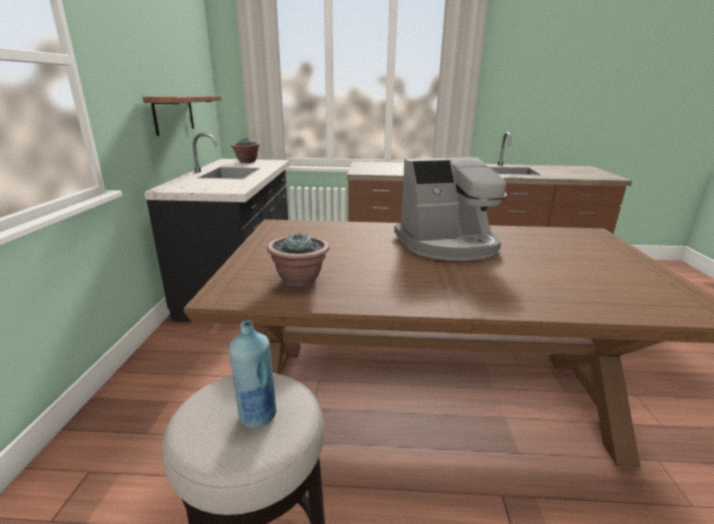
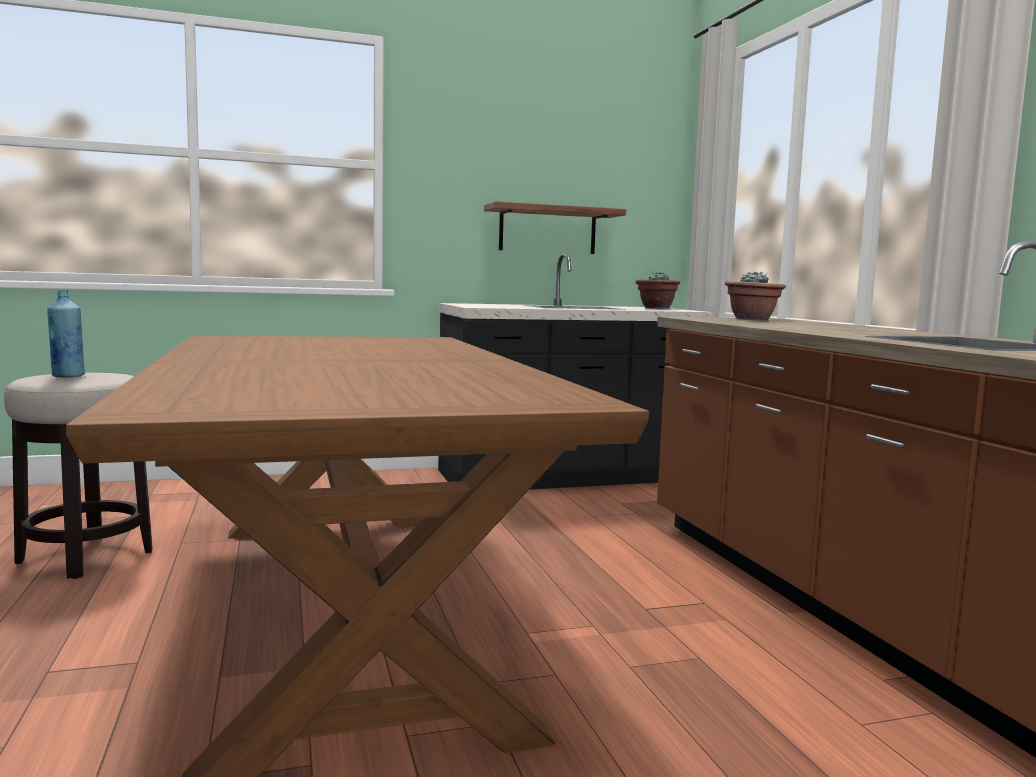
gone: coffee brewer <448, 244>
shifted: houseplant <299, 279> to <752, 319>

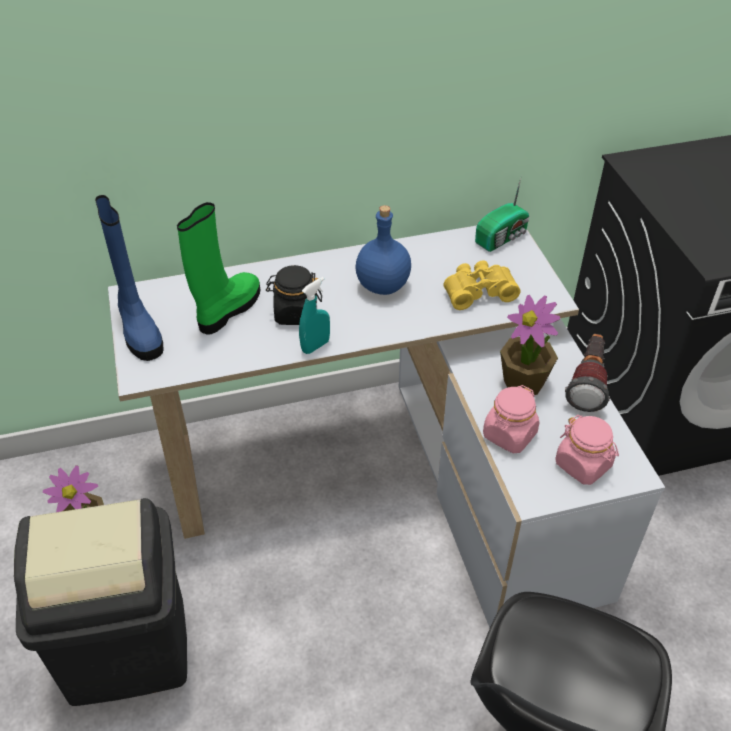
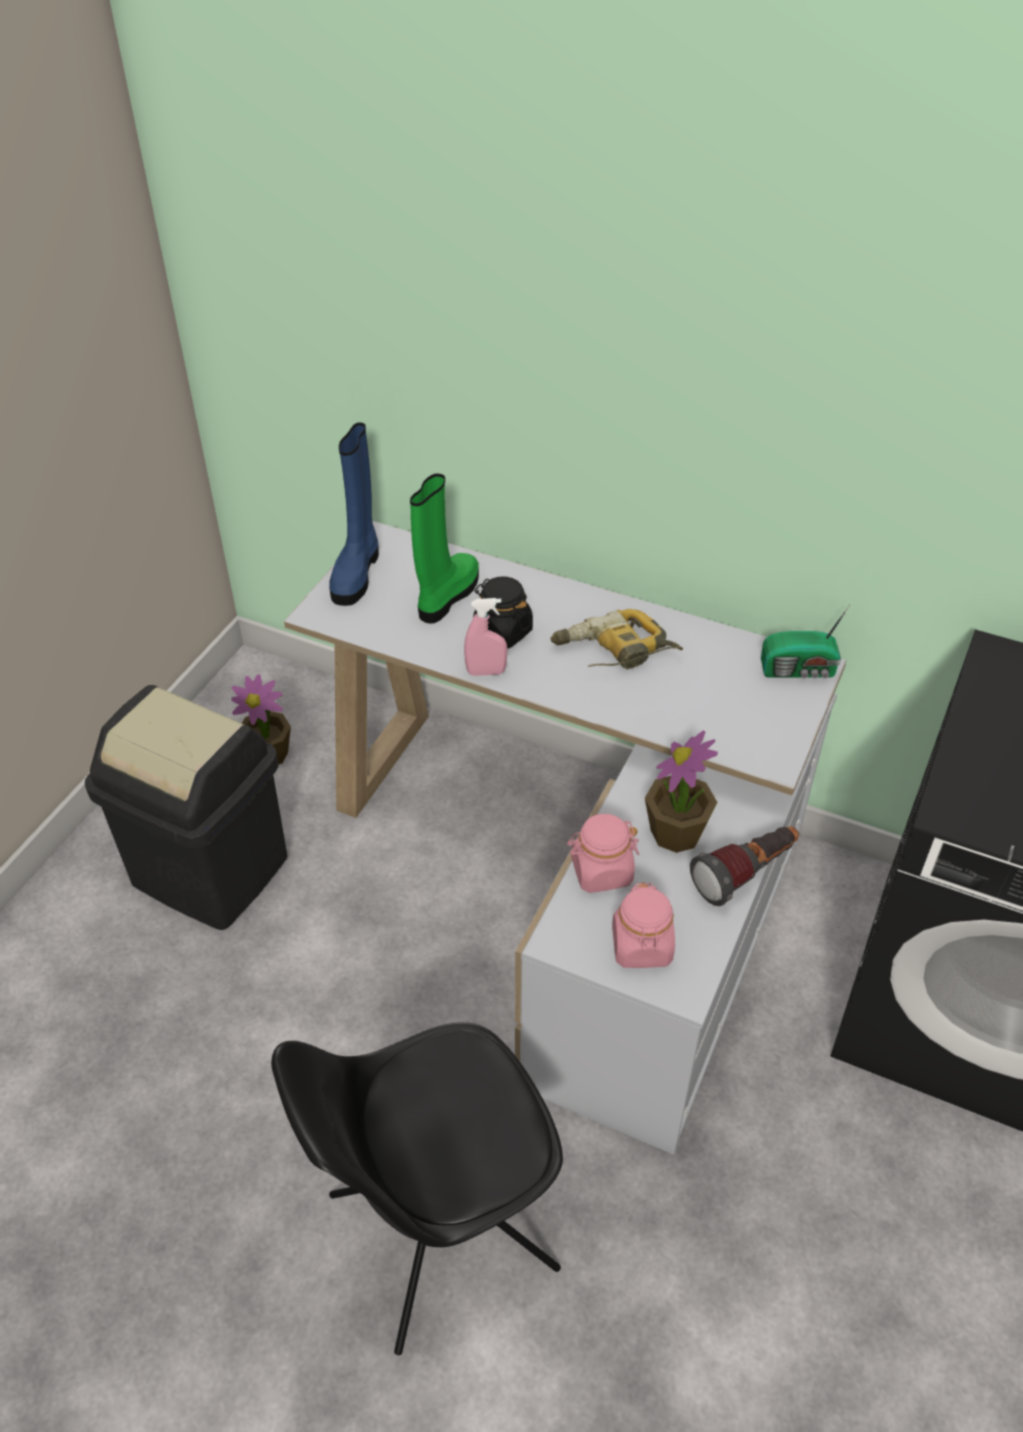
gone: yellow field glasses <478, 291>
swapped: bluish drink bottle <383, 286> to power drill <614, 652>
repainted: turquoise-coloured spray bottle <315, 346> to pinkish spray bottle <486, 672>
rotated: green-coloured high-top boot <228, 310> = <447, 596> 45 degrees counterclockwise

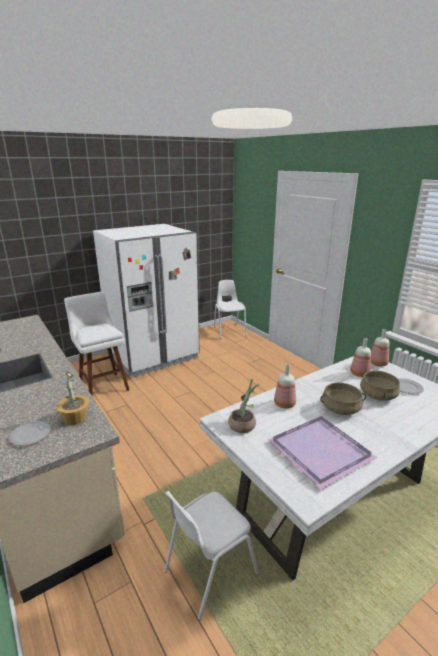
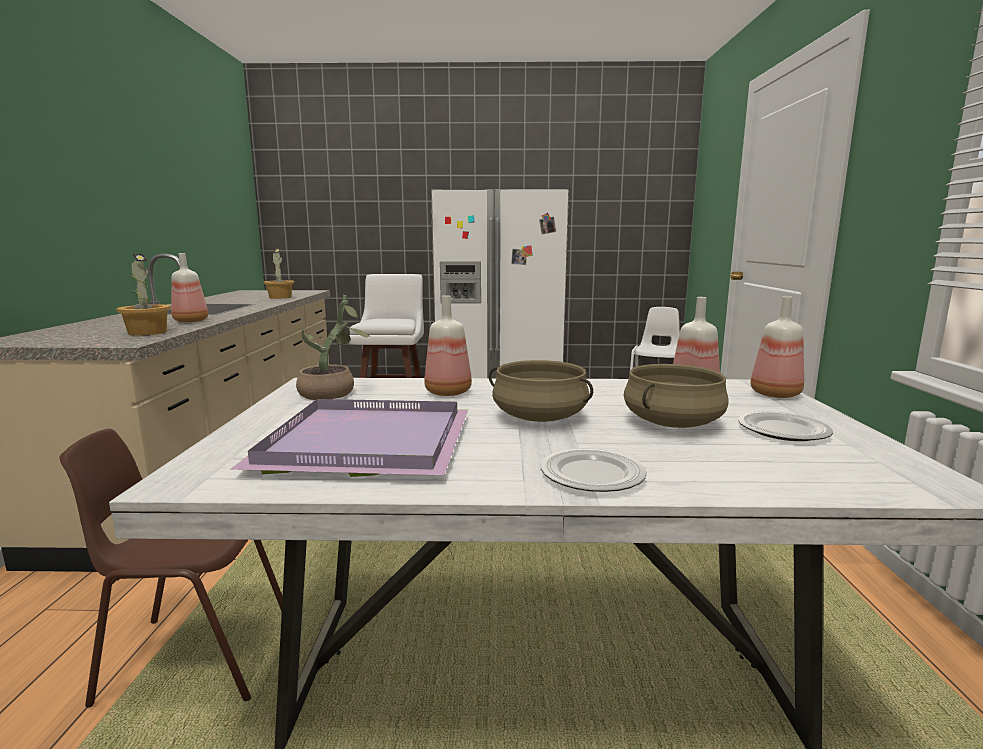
new: drink bottle <191, 321>; houseplant <280, 297>
shifted: dinner plate <30, 435> to <591, 475>
repainted: white-coloured chair <209, 571> to brown-coloured chair <195, 655>

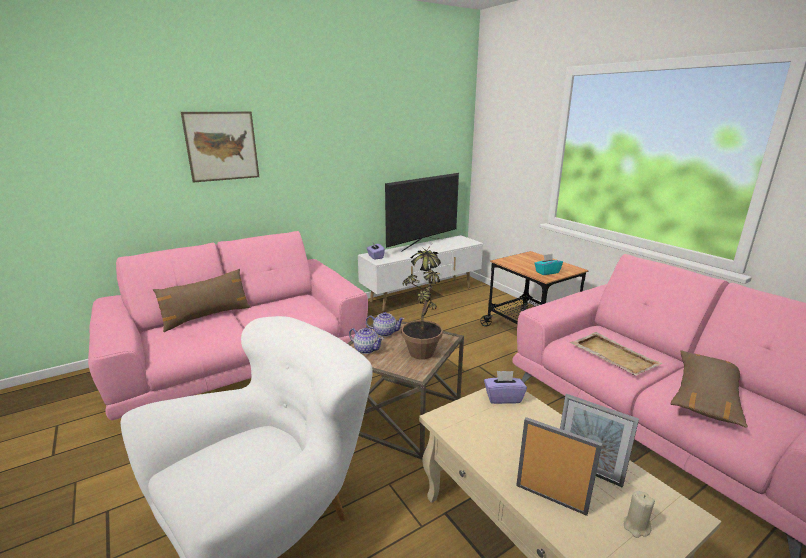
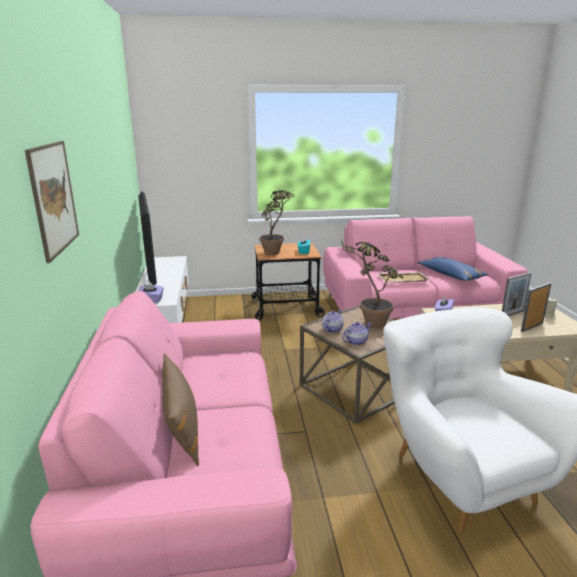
new: houseplant <276, 251>
repainted: brown-coloured throw pillow <706, 395> to bluish throw pillow <450, 275>

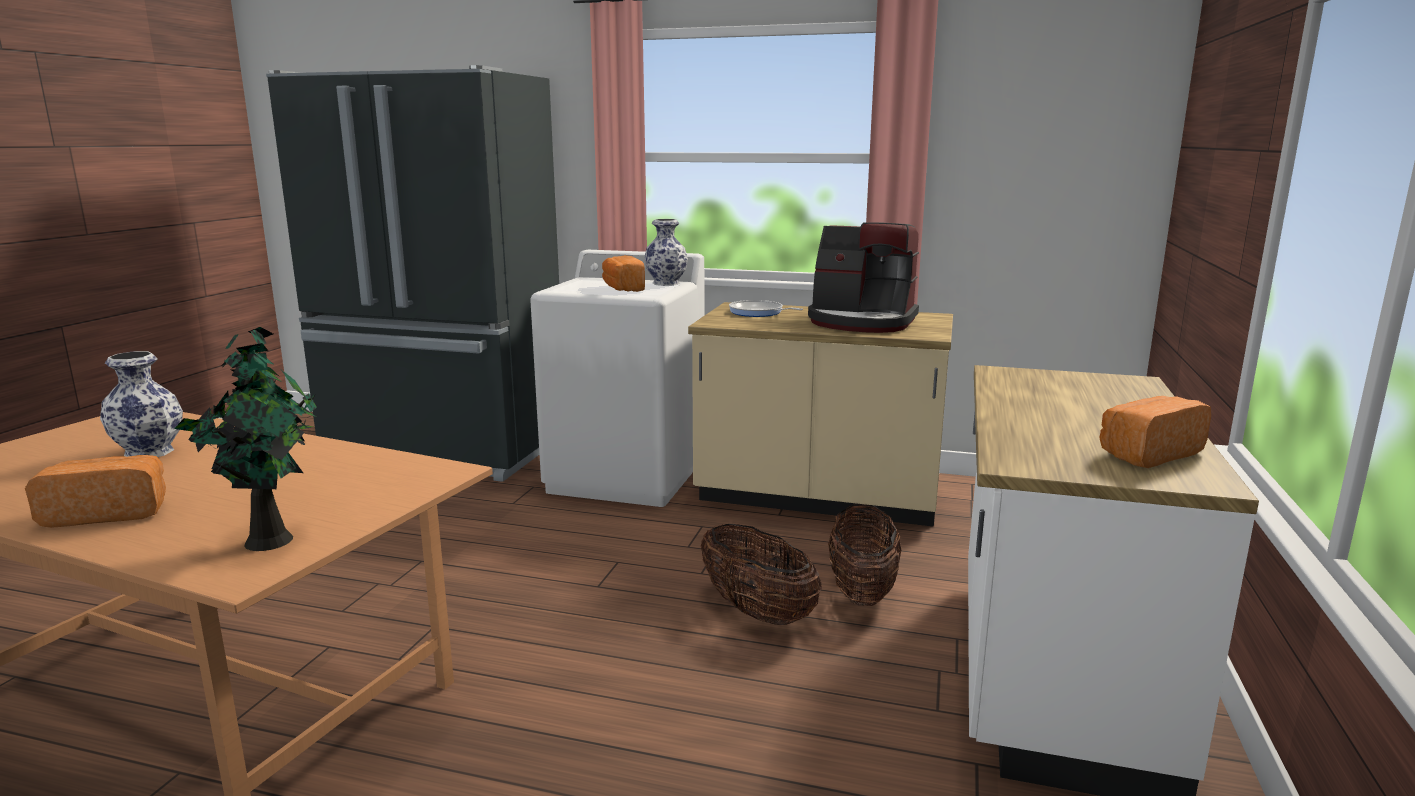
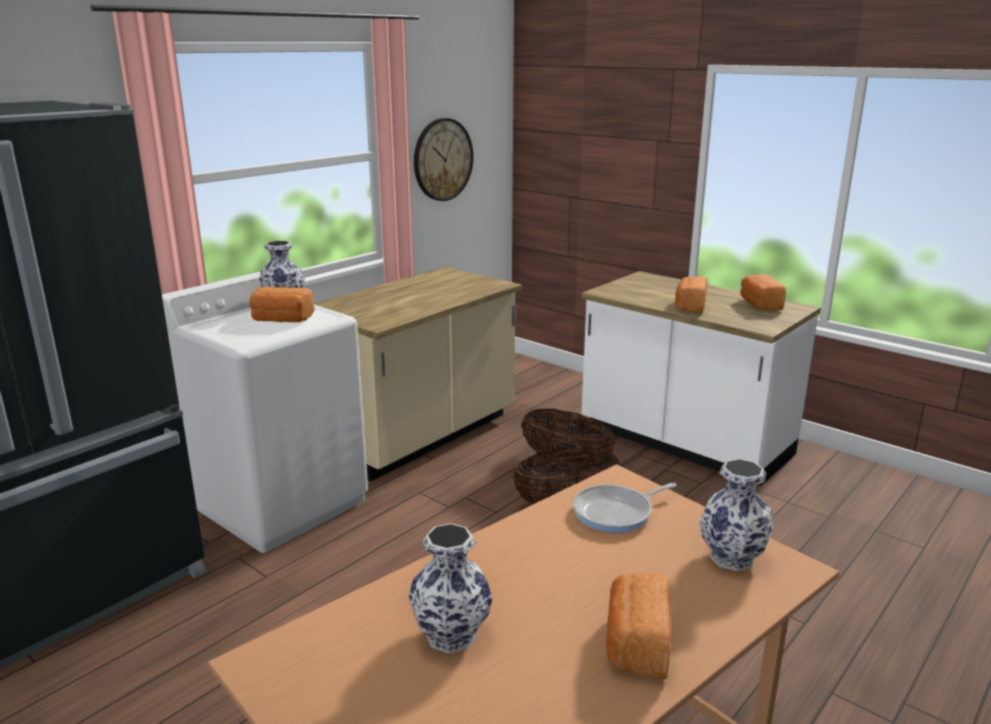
gone: coffee brewer <862, 322>
new: clock on the wall <442, 159>; baked bread <689, 306>
shifted: skillet <758, 313> to <616, 513>
swapped: houseplant <270, 539> to flower vase <730, 557>

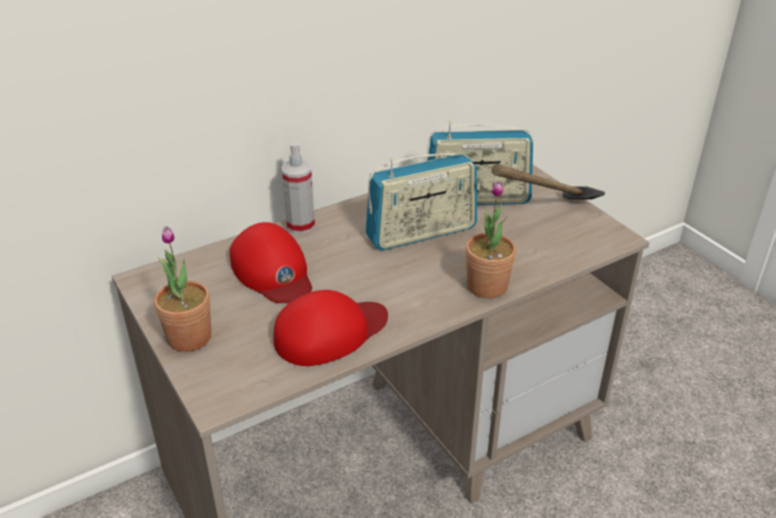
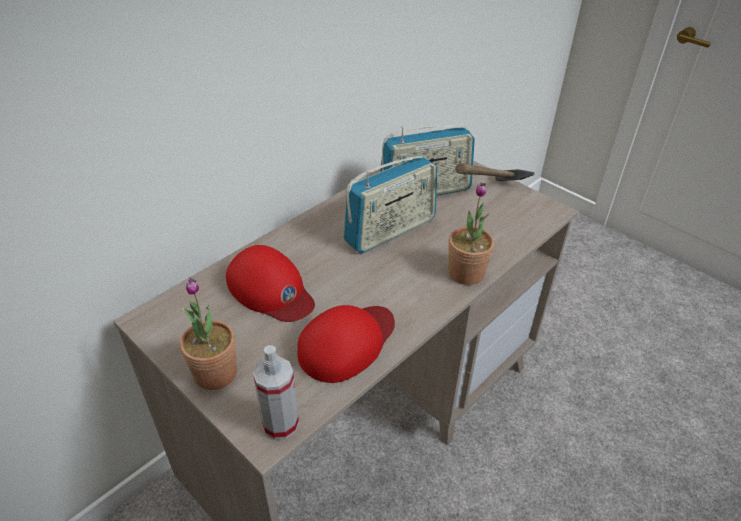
shifted: spray bottle <300, 225> to <280, 424>

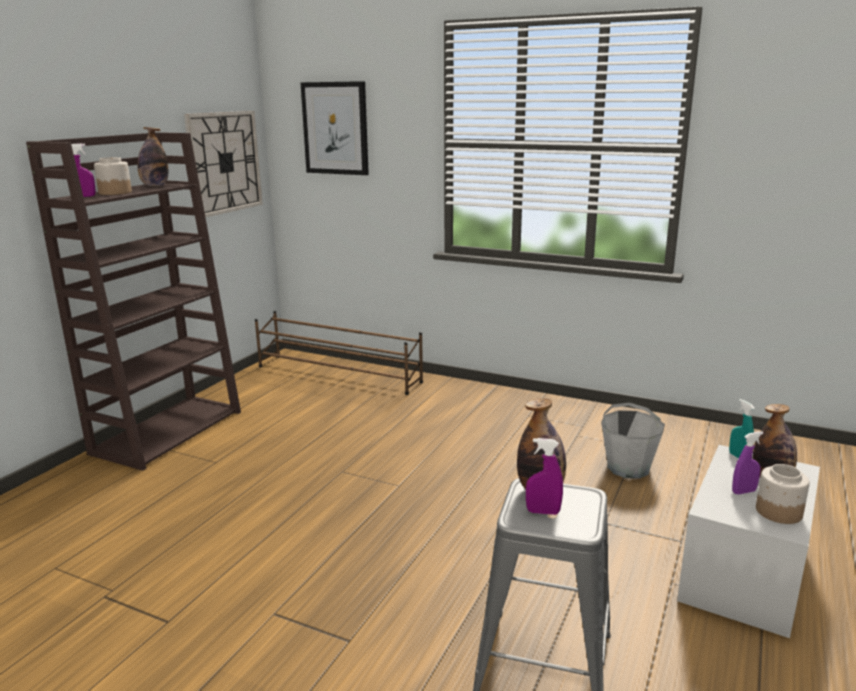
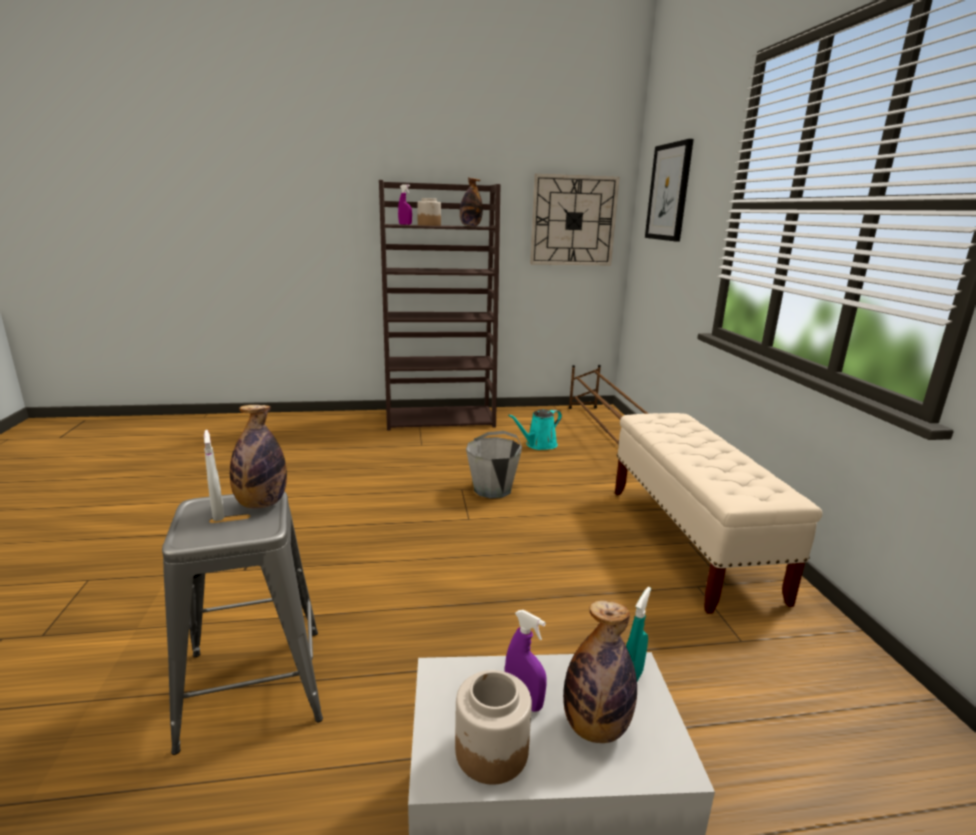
new: turquoise-coloured watering pot <539, 445>; sand-coloured long seat <690, 542>
shifted: greyish pail <628, 467> to <493, 489>
repainted: purple-coloured spray bottle <543, 512> to white-coloured spray bottle <218, 514>

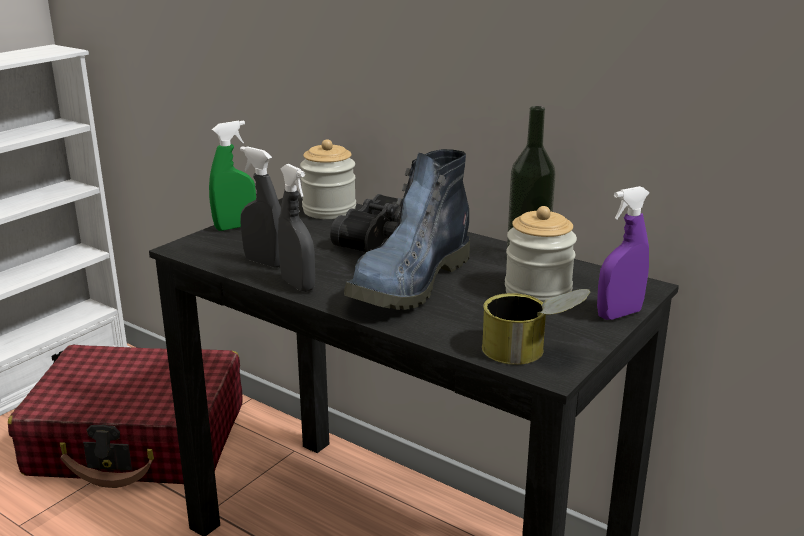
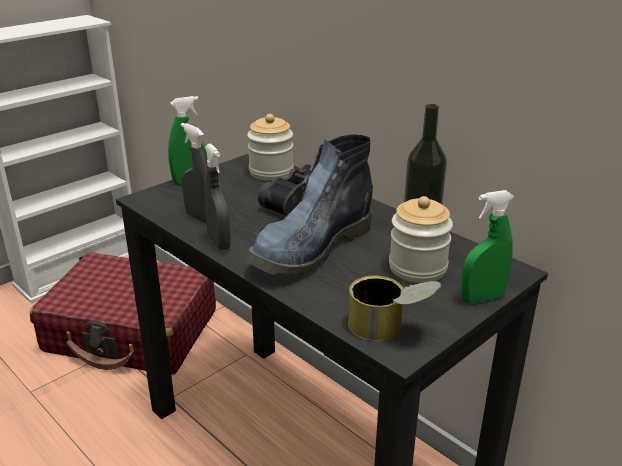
repainted: purple-coloured spray bottle <619, 314> to green-coloured spray bottle <482, 298>

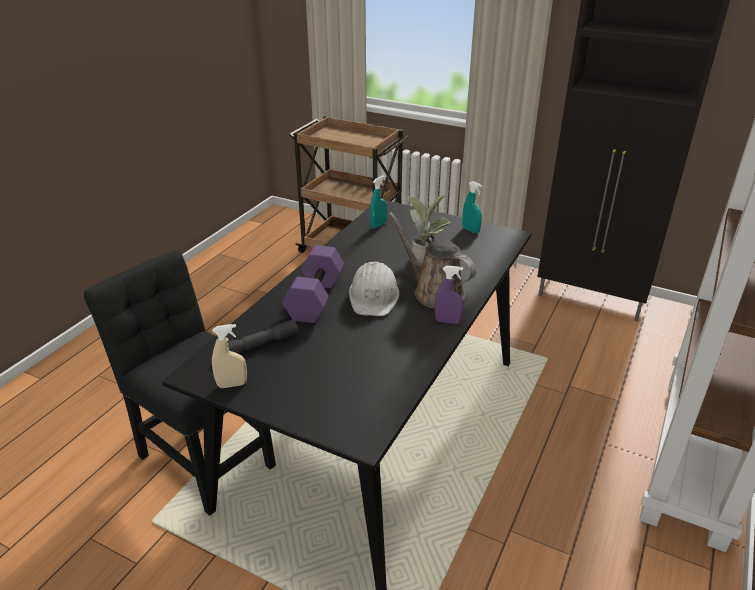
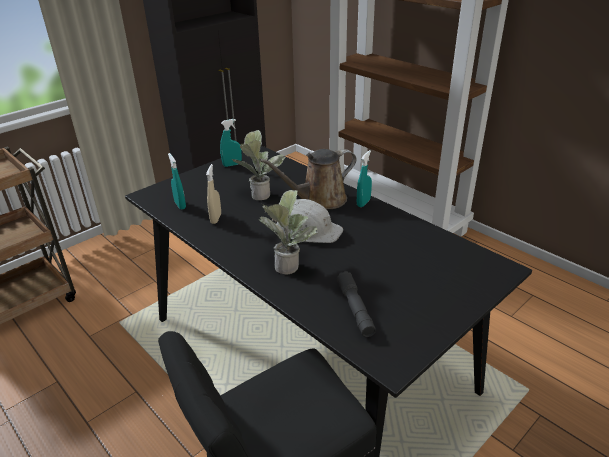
shifted: sand-coloured spray bottle <232, 384> to <216, 218>
swapped: purple-coloured hand weight <314, 297> to houseplant <289, 263>
repainted: purple-coloured spray bottle <448, 321> to turquoise-coloured spray bottle <363, 203>

